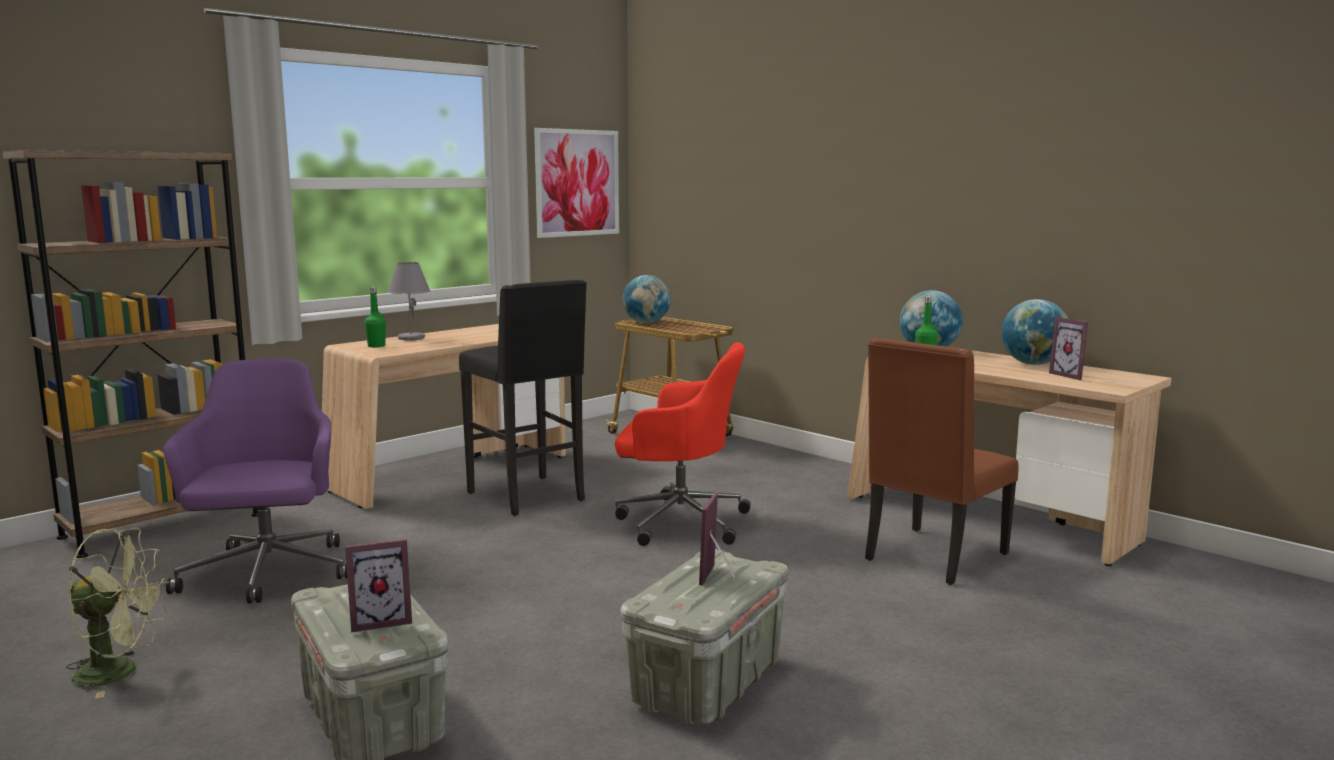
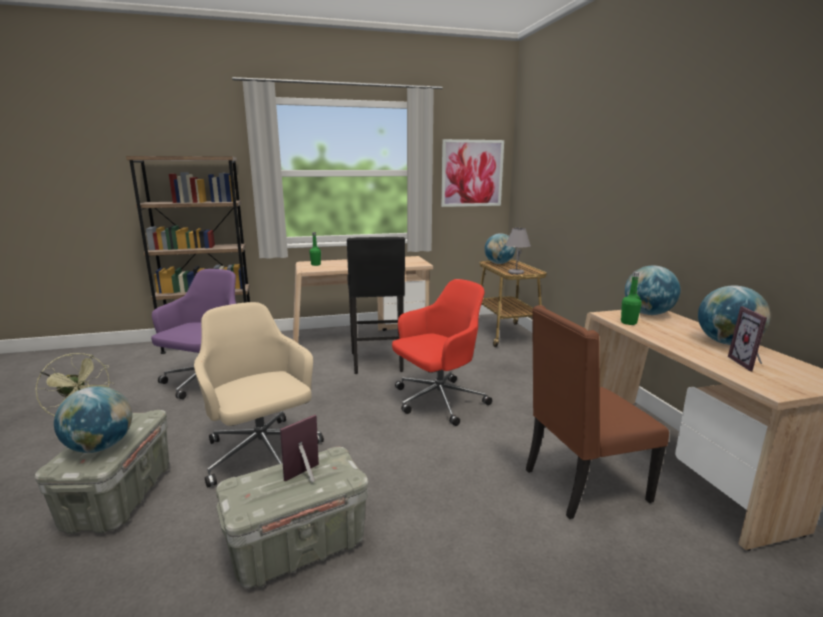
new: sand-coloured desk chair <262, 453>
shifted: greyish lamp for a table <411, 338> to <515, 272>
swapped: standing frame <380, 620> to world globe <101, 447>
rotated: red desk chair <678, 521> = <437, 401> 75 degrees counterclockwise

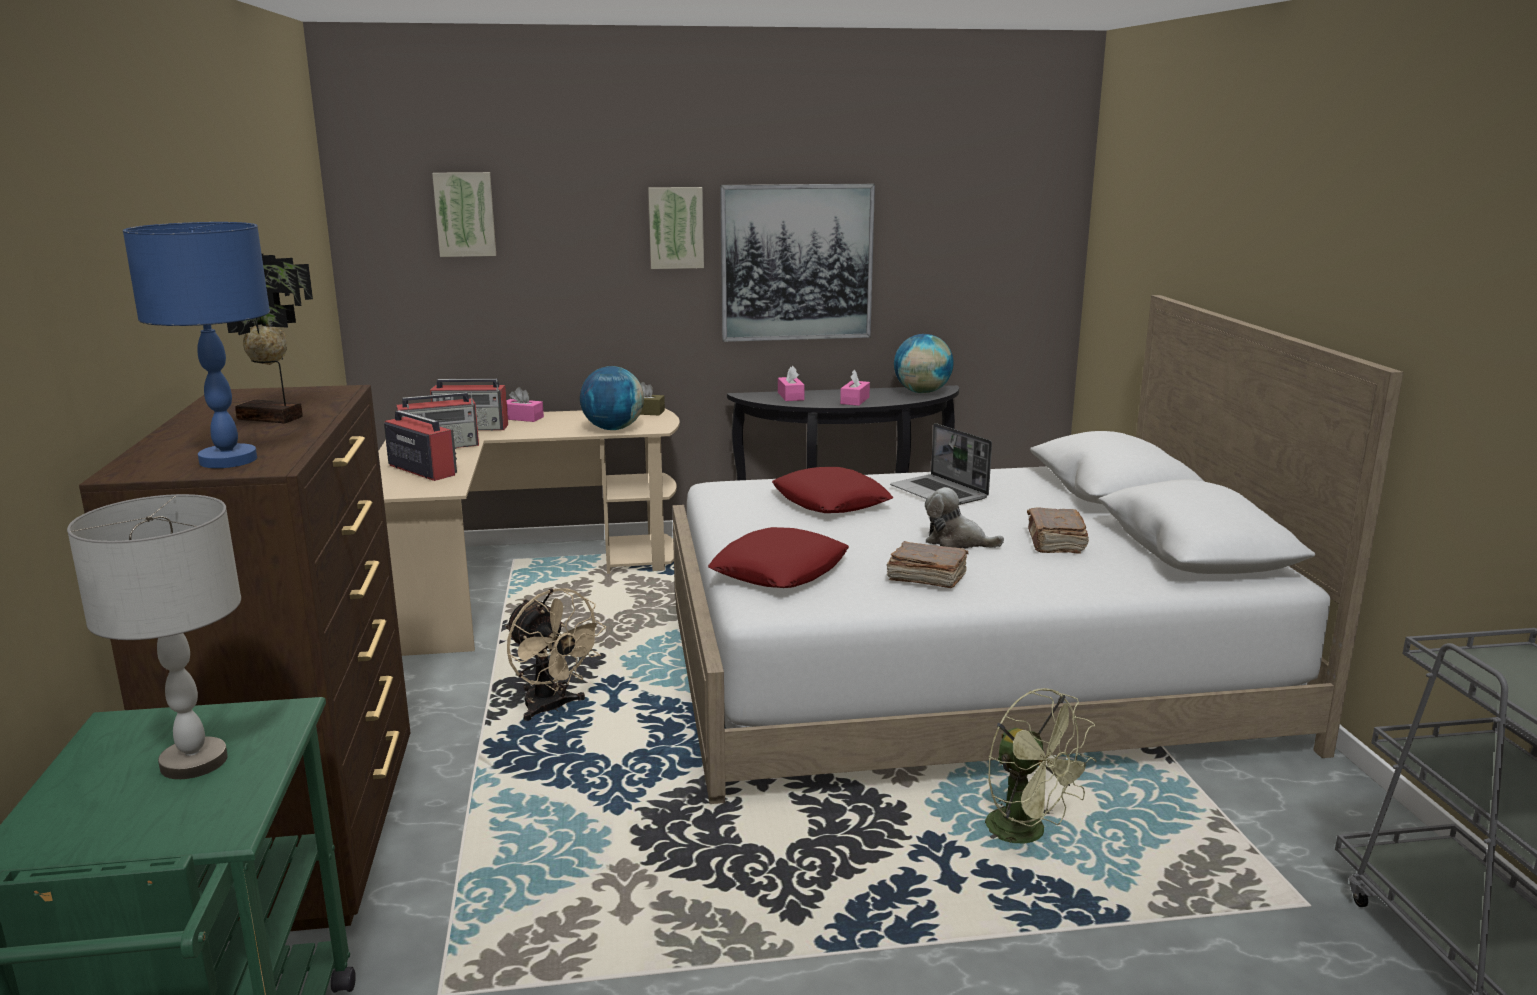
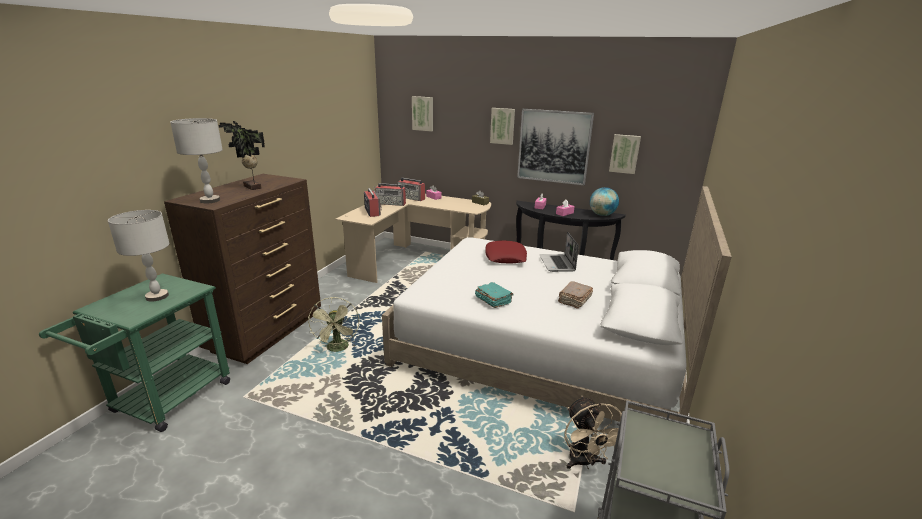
gone: world globe <613, 429>; red throw pillow <779, 571>; cuddly toy <957, 541>
new: wall art <624, 154>
shifted: sand-coloured fan <552, 708> to <584, 463>; green-coloured fan <1027, 833> to <338, 349>
repainted: bluish lamp for a table <229, 460> to greyish lamp for a table <210, 200>; brown-coloured bound book <925, 578> to turquoise-coloured bound book <493, 300>

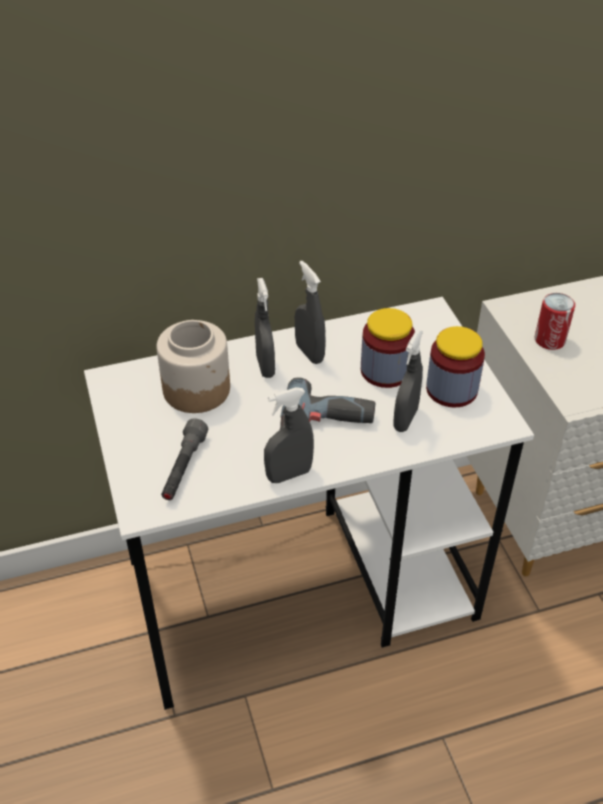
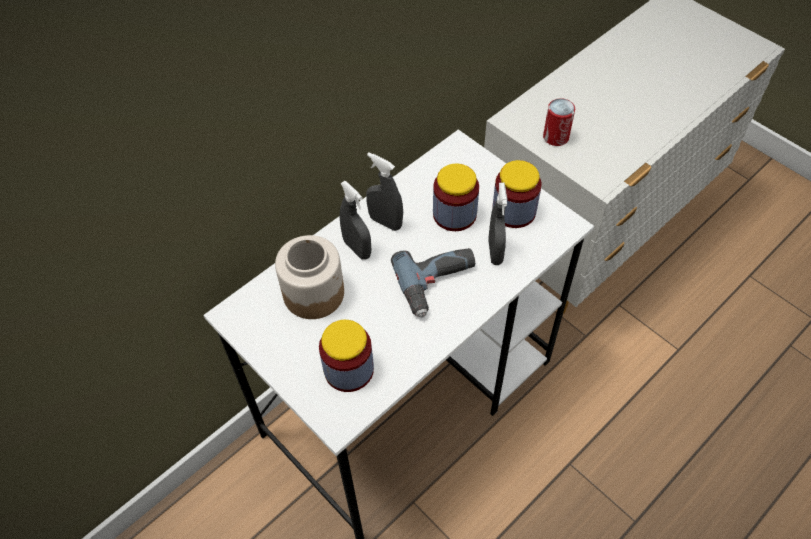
gone: greyish spray bottle <289, 474>
swapped: greyish torch <184, 468> to jar <349, 370>

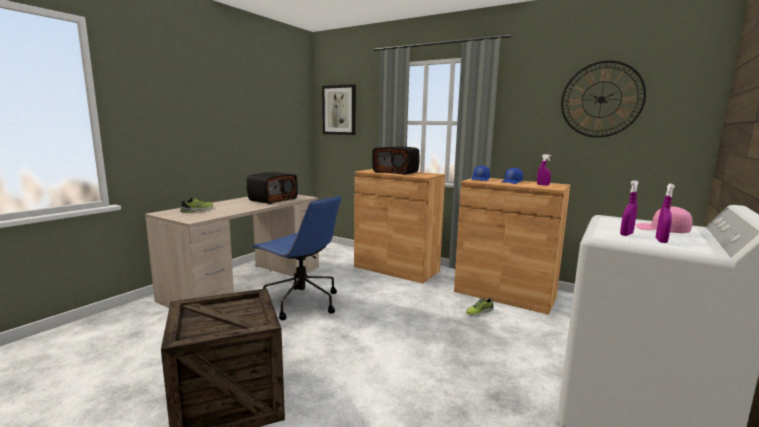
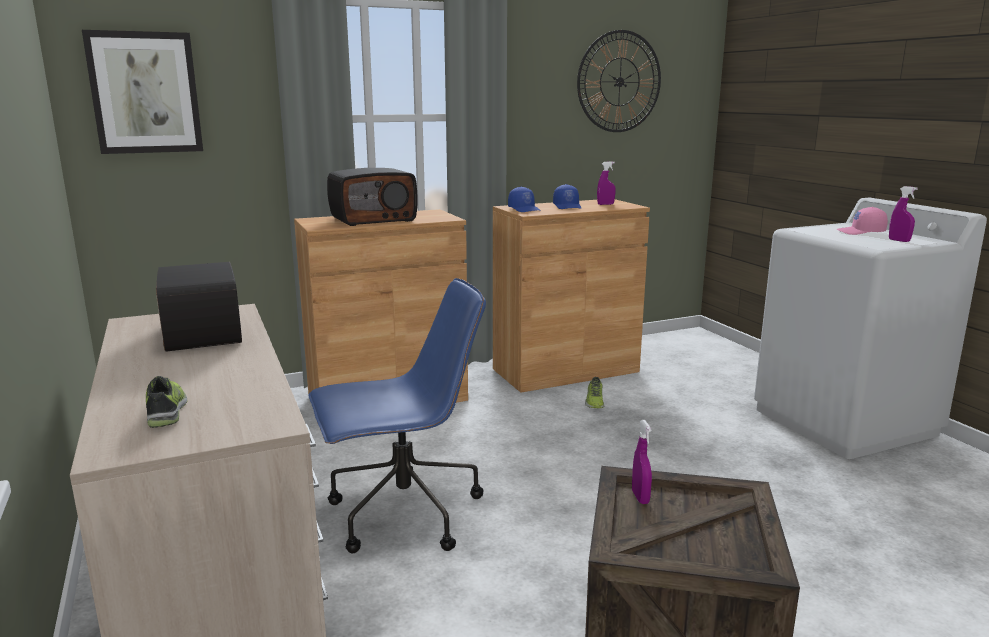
shifted: purple-coloured spray bottle <626, 234> to <640, 497>

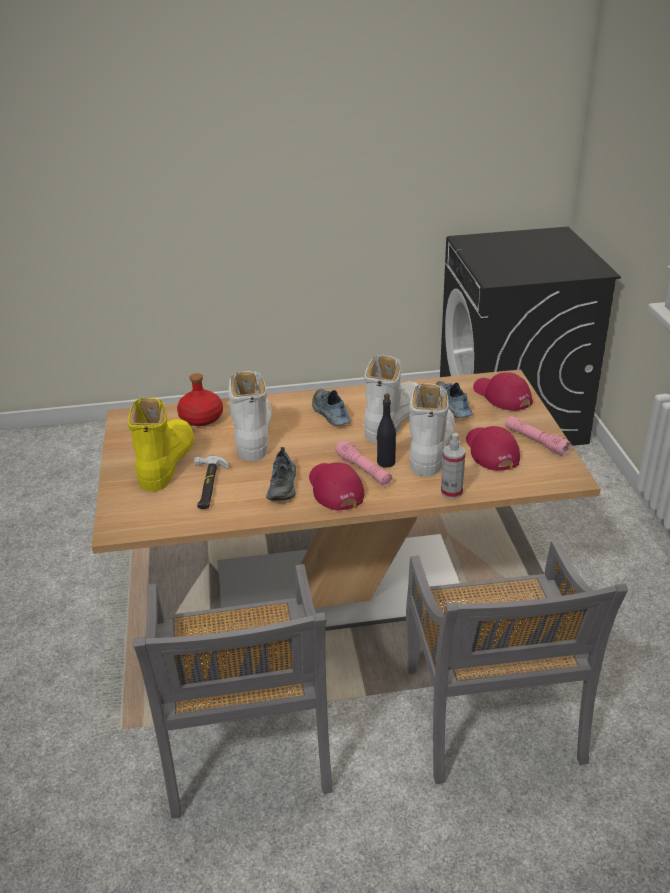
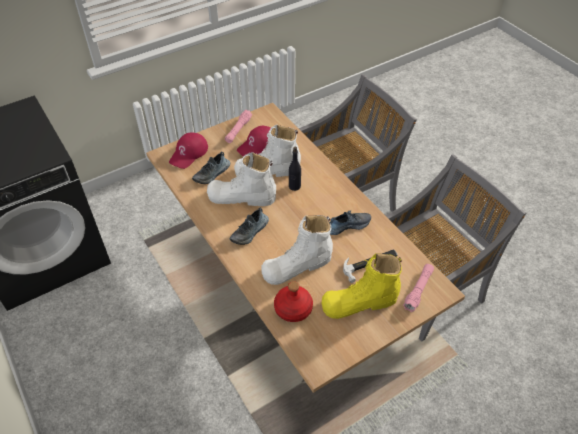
gone: red peaked cap <334, 489>; spray bottle <451, 492>
shifted: pinkish torch <363, 470> to <418, 290>

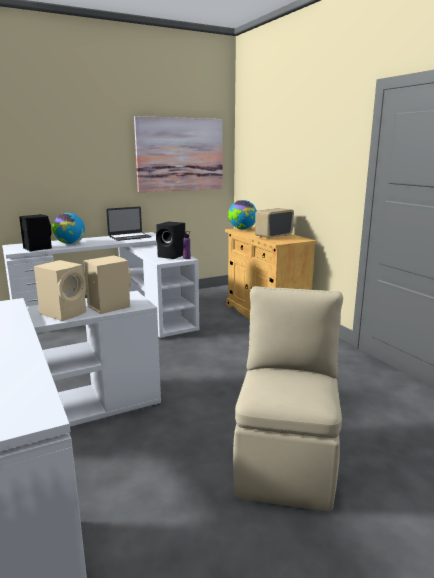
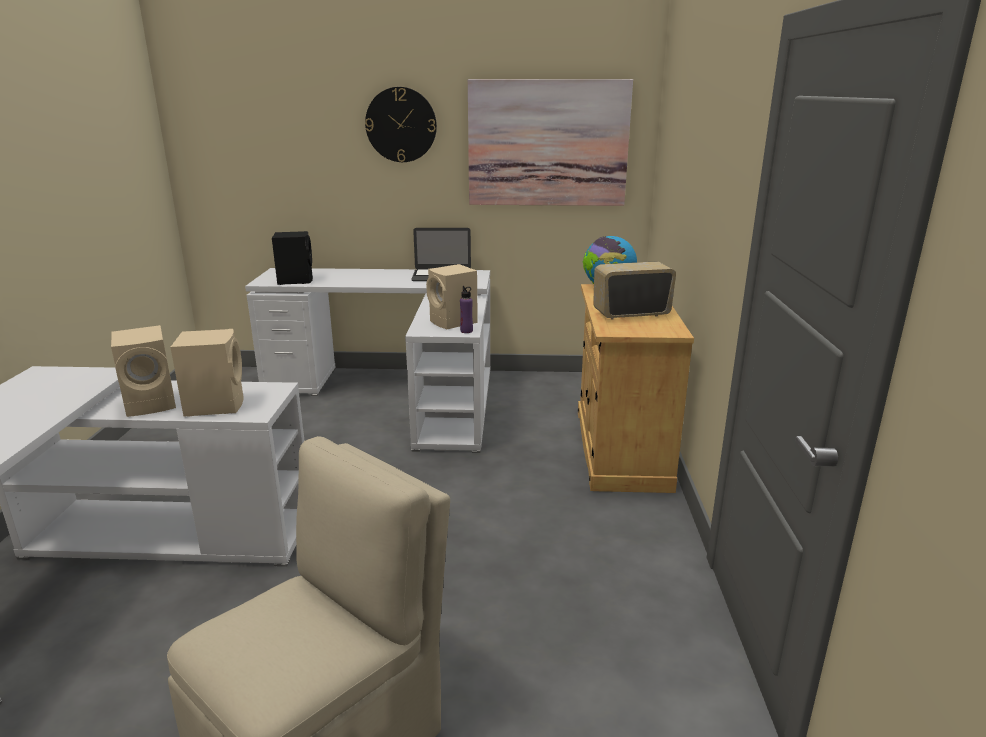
gone: world globe <70, 244>
new: clock on the wall <401, 125>
repainted: black loudspeaker <172, 256> to sand-coloured loudspeaker <453, 322>

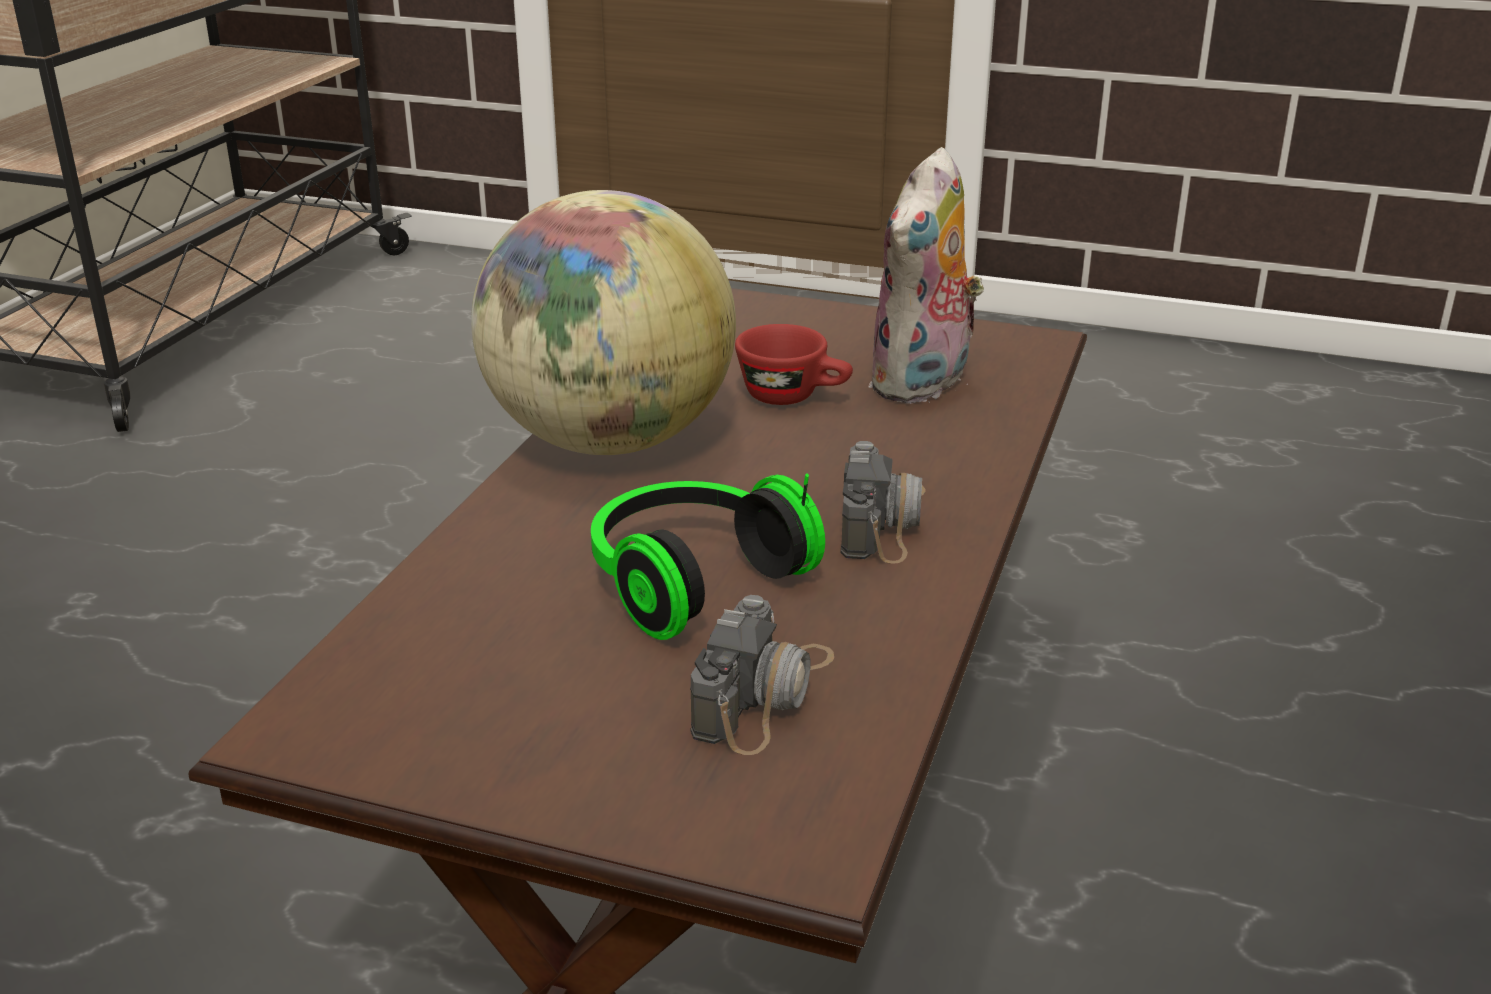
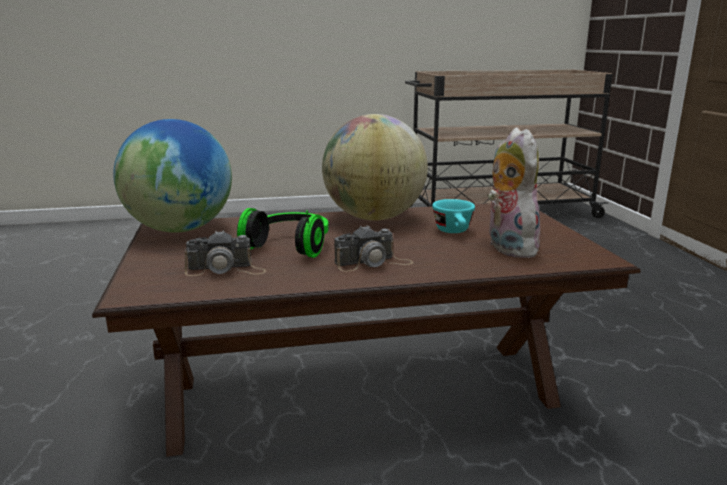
new: world globe <180, 229>
repainted: red drinking cup <794, 396> to turquoise-coloured drinking cup <454, 232>
rotated: cuddly toy <923, 385> = <507, 248> 75 degrees clockwise

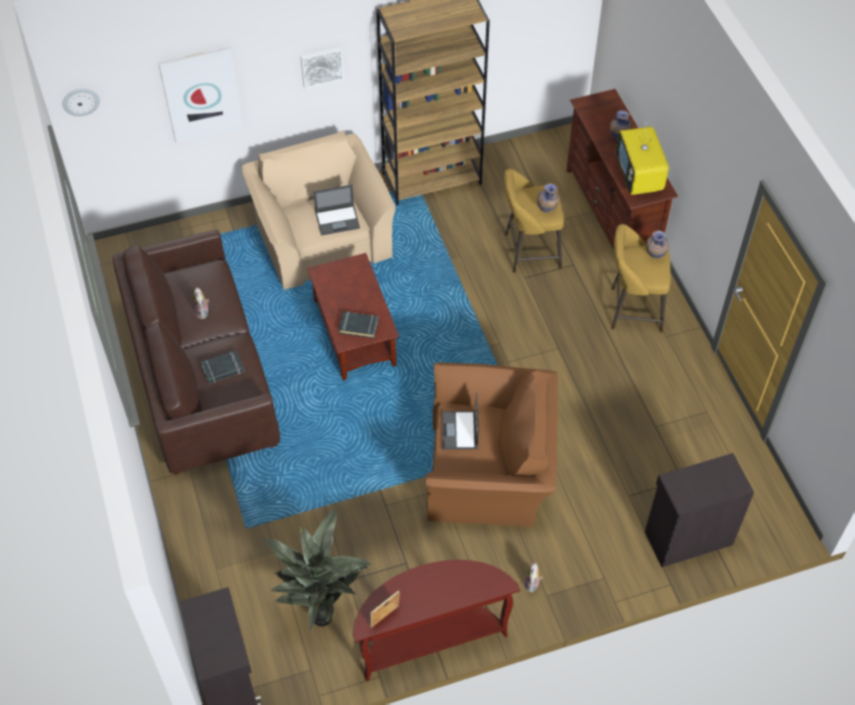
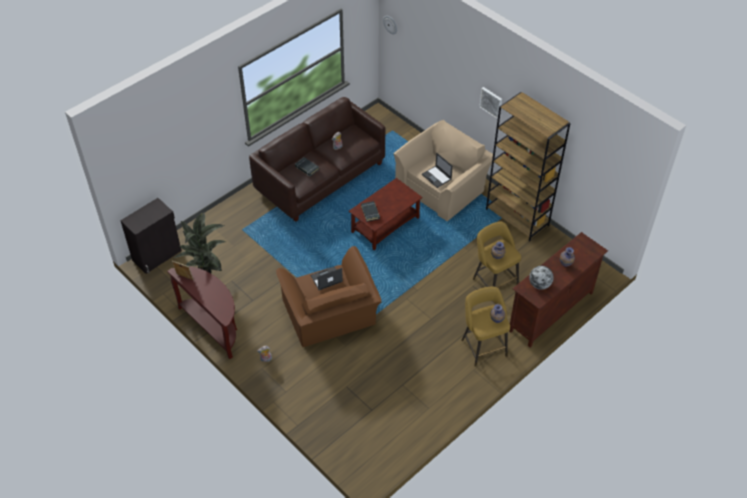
gone: wall art <201, 94>; black storage cabinet <687, 537>
swapped: TV set <638, 178> to world globe <539, 285>

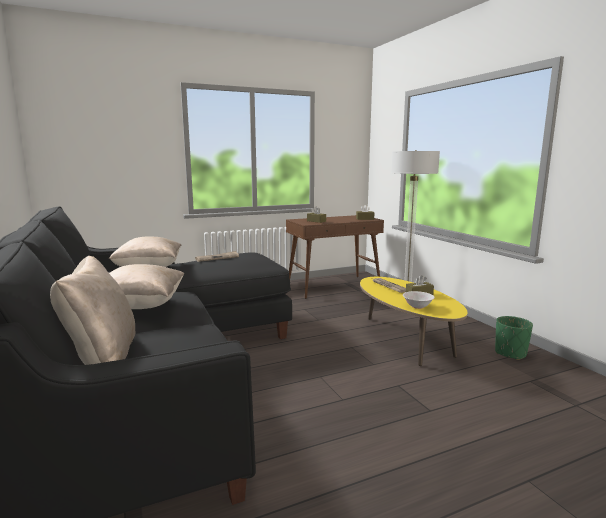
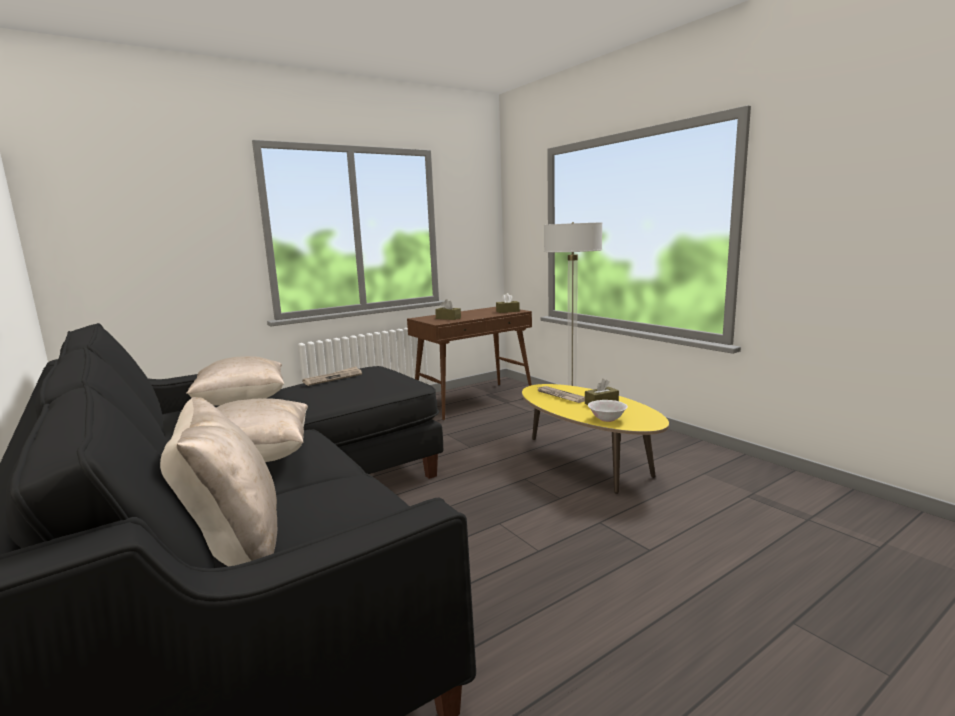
gone: green-coloured plant pot <510, 353>

